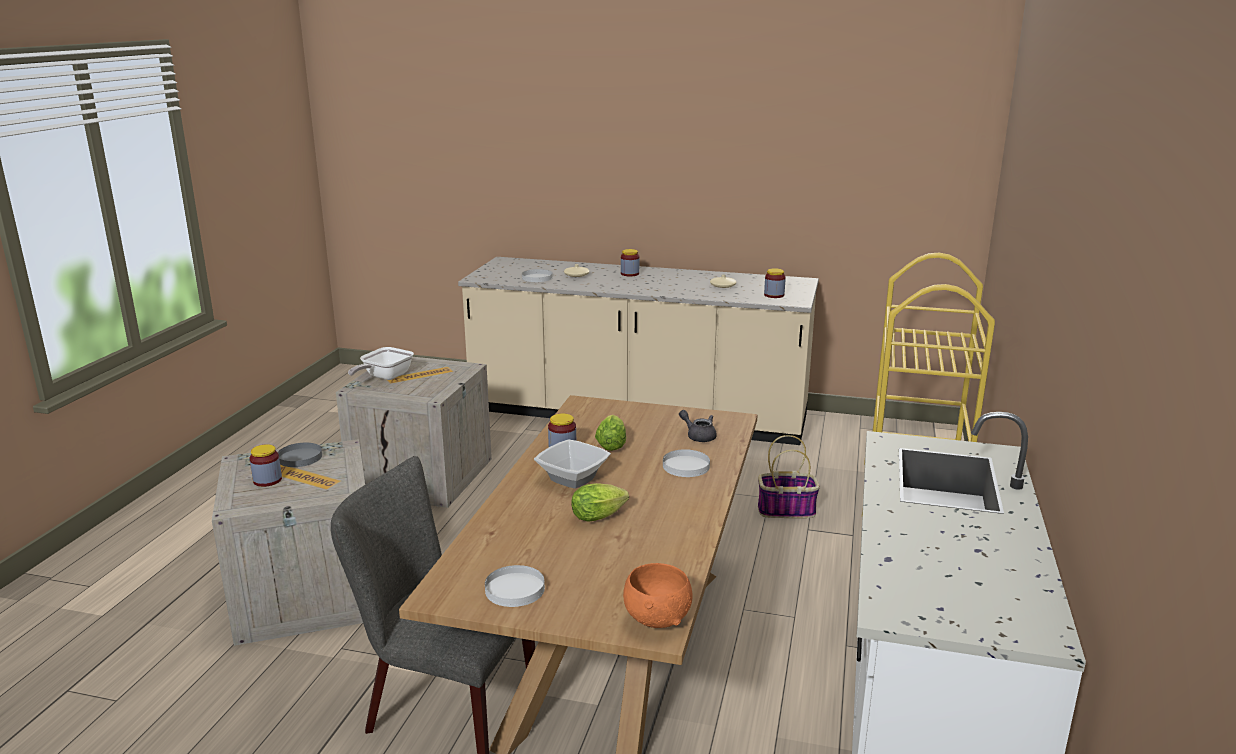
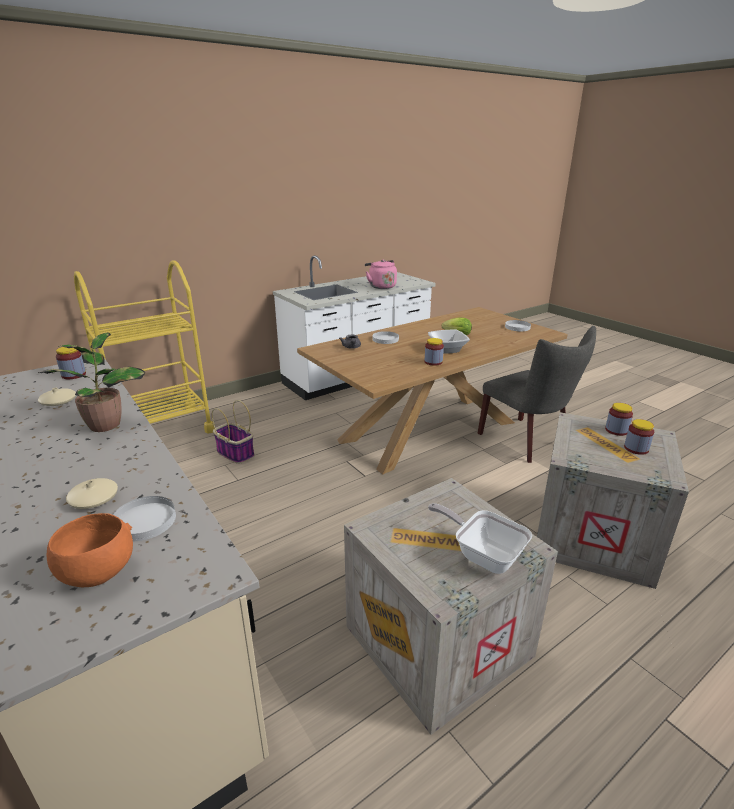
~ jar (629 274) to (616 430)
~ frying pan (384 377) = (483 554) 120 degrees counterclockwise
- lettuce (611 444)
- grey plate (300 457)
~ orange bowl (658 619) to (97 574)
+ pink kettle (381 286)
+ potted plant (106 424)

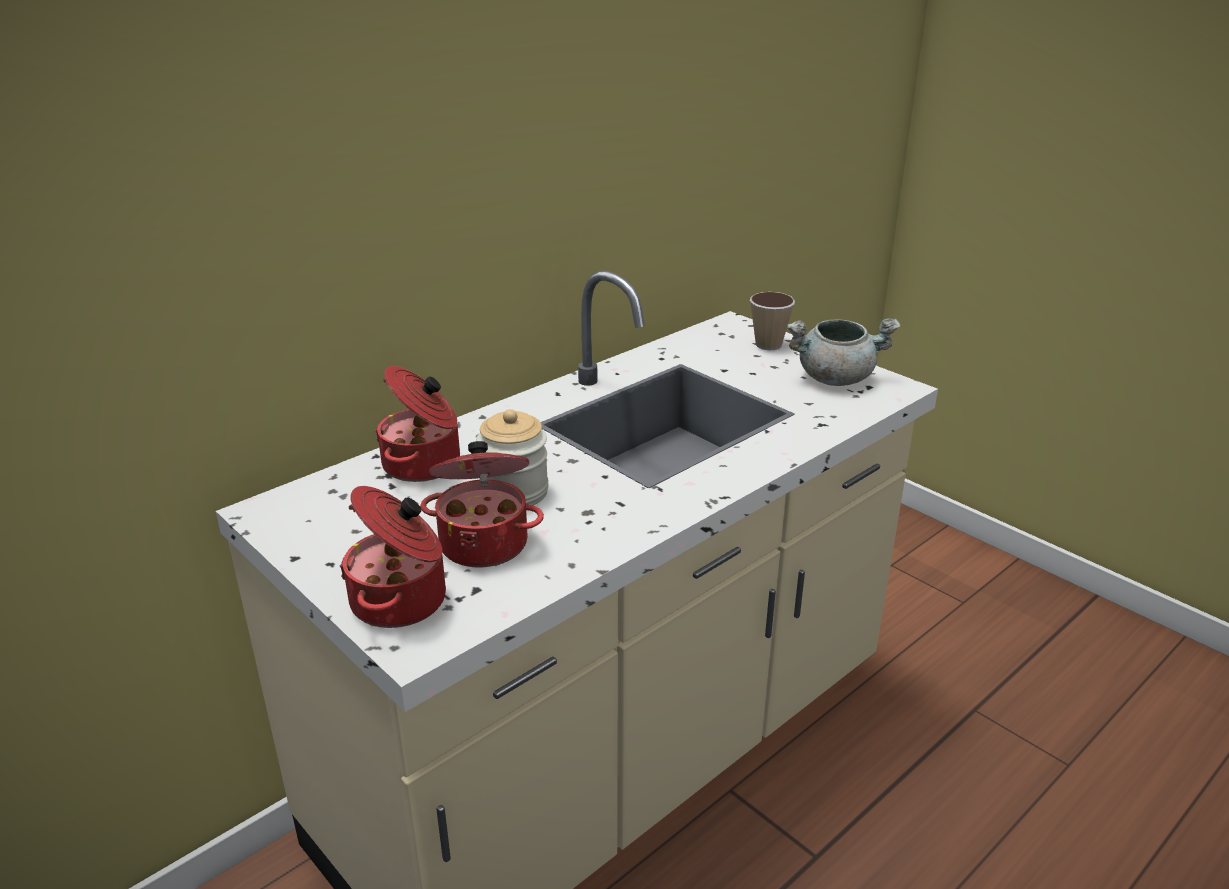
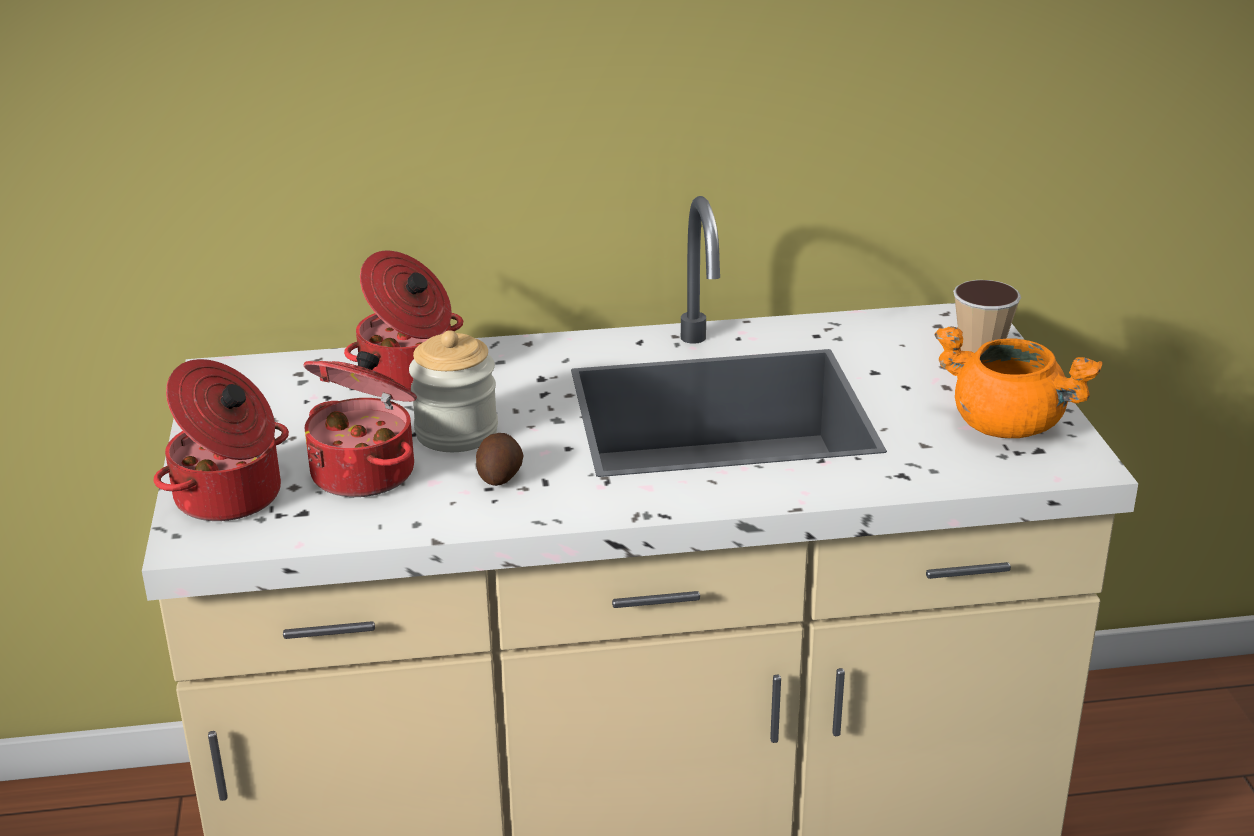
~ grey cooking pot (835 378) to orange cooking pot (1008 425)
+ potato (500 474)

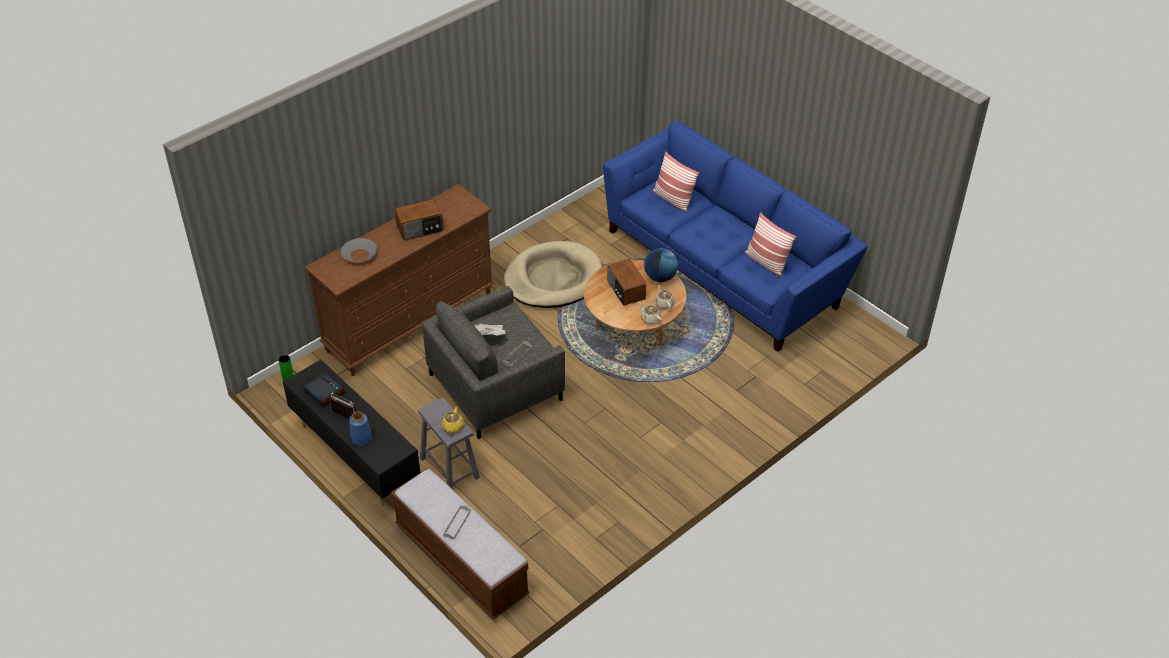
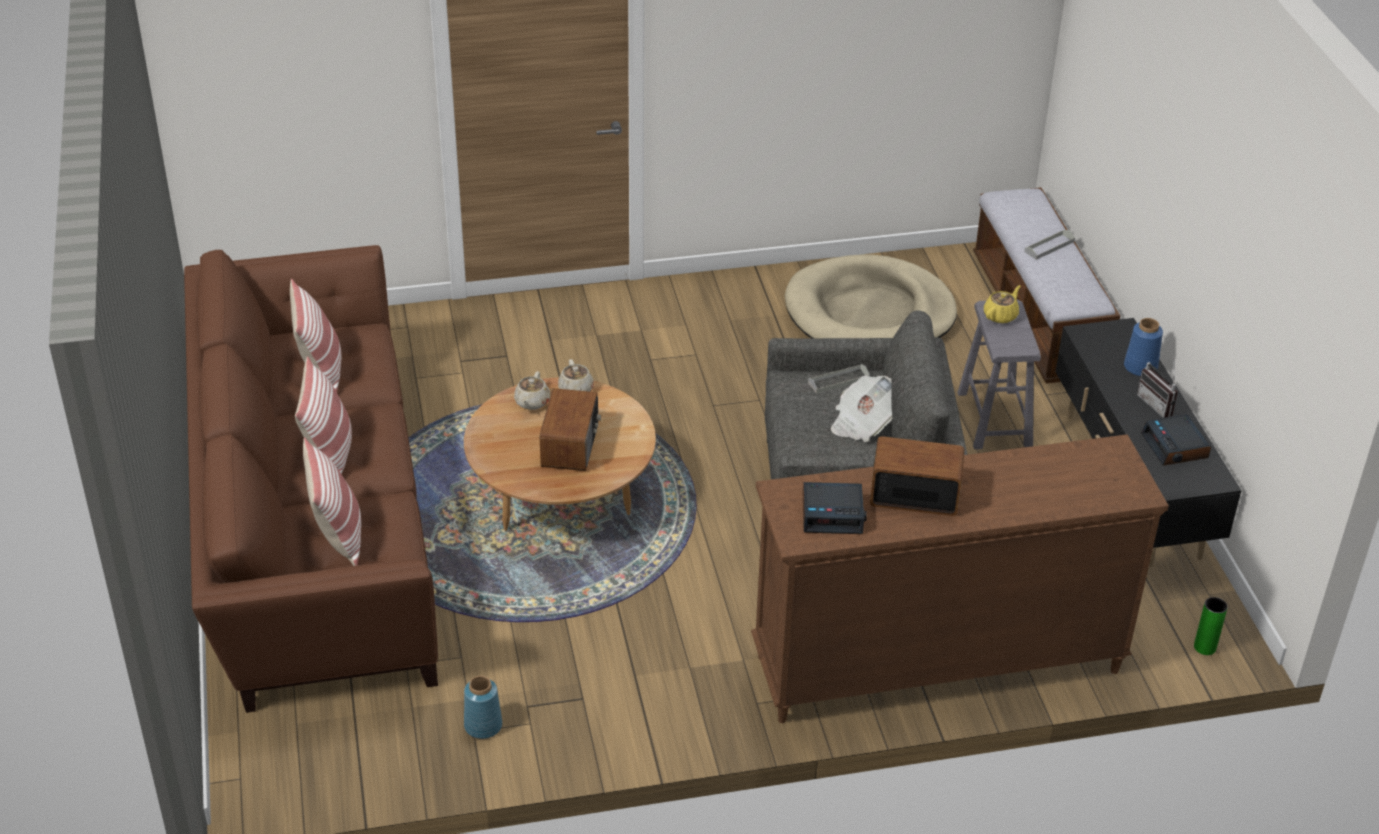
~ blue sofa (725 266) to brown sofa (313 530)
- grey bowl (359 255)
~ beige dog bed (553 279) to (869 313)
- globe (660 277)
+ pillow (330 454)
+ alarm clock (833 514)
+ blue vase (482 726)

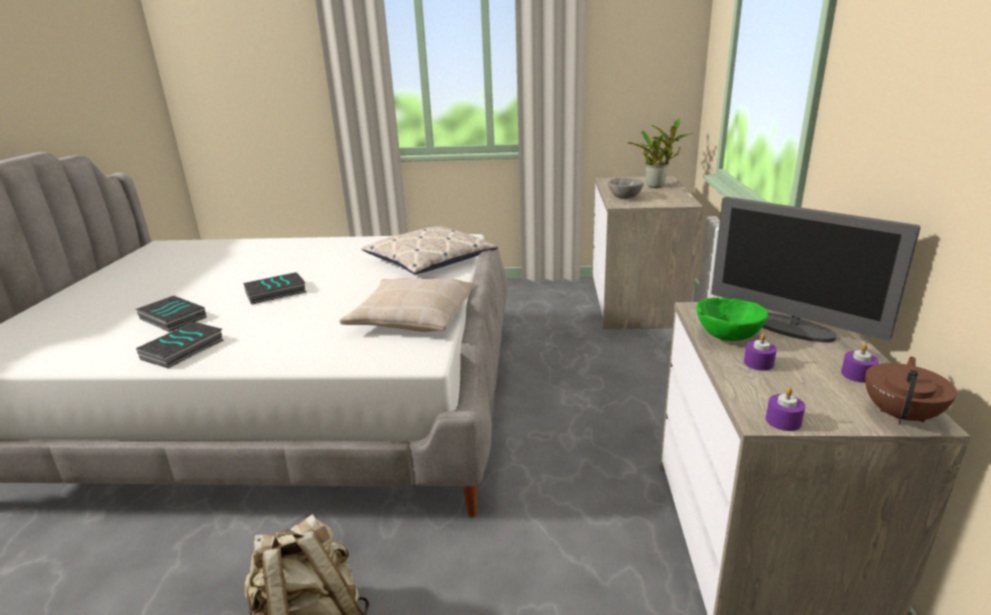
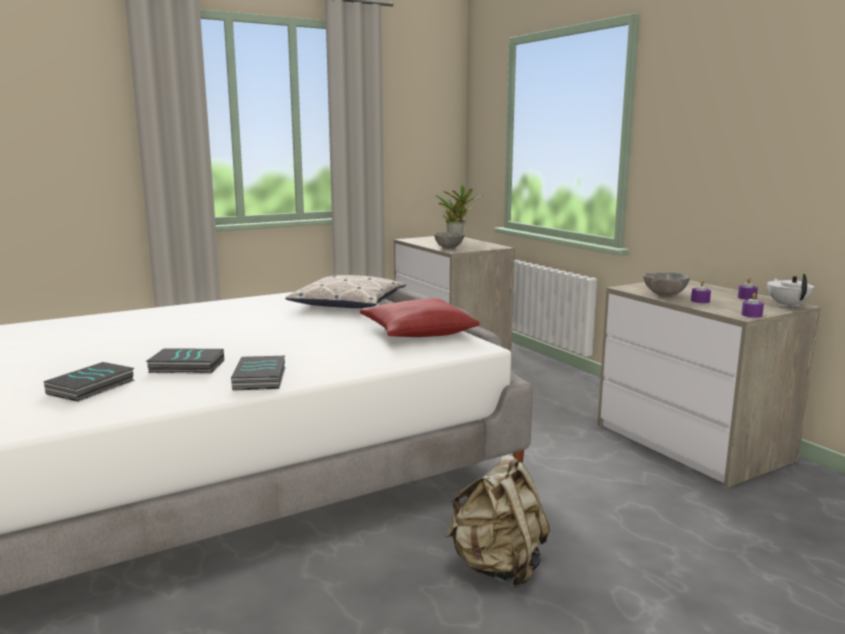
- monitor (791 328)
~ book (275 293) to (91 387)
~ beige pillow (412 317) to red pillow (417 331)
~ green bowl (727 336) to grey bowl (664 295)
~ brown teapot (901 415) to white teapot (787 305)

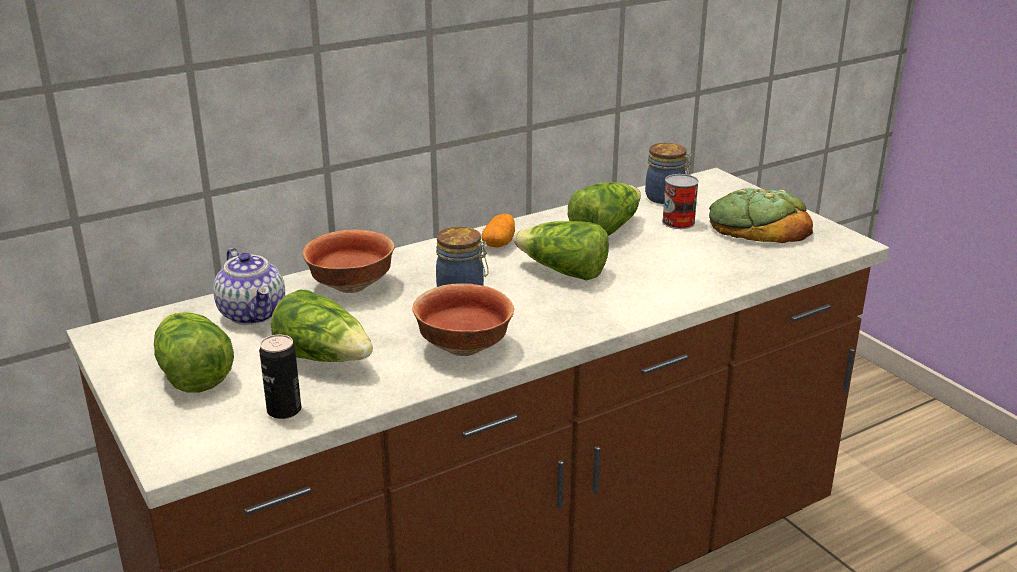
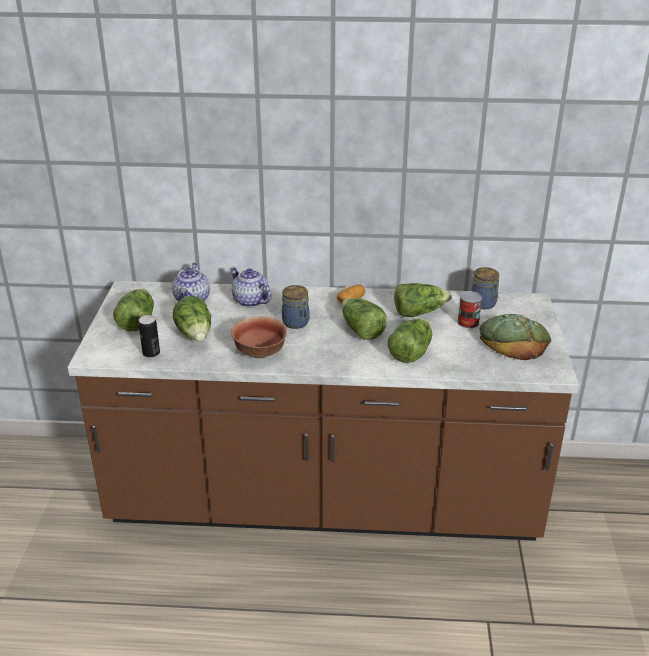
~ bowl (351 286) to teapot (250 301)
+ lettuce (410 352)

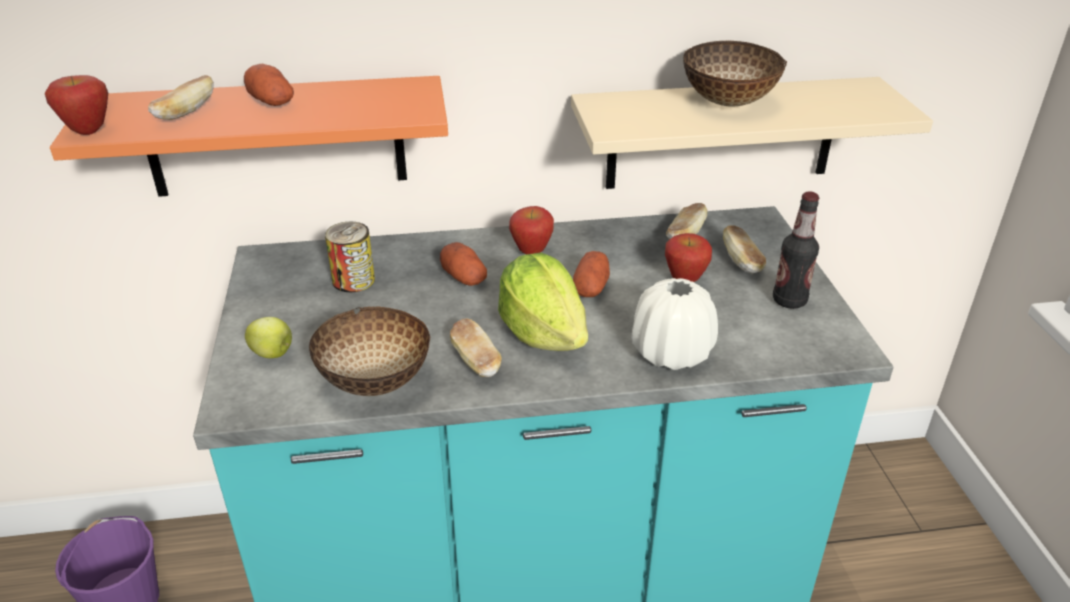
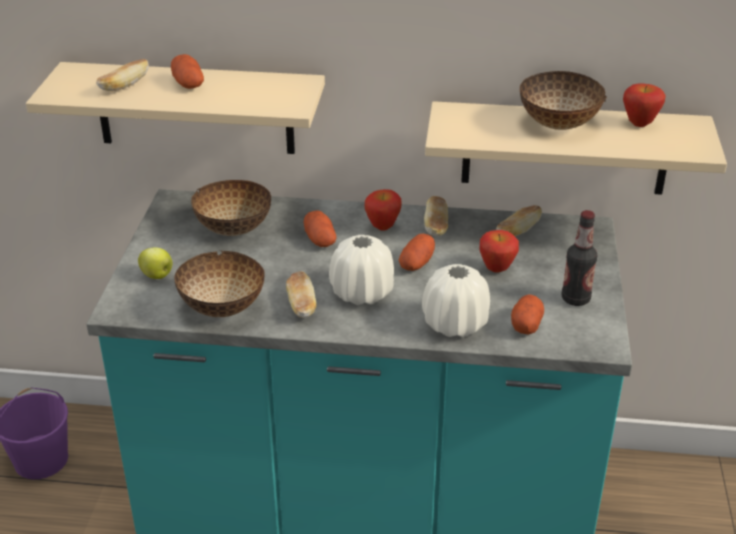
~ apple (88 131) to (639 124)
~ orange shelf (276 137) to beige shelf (195 108)
~ can (353 280) to bowl (235 229)
~ bread (741 261) to (436 226)
~ lettuce (543 333) to white vase (362 293)
+ potato (526 324)

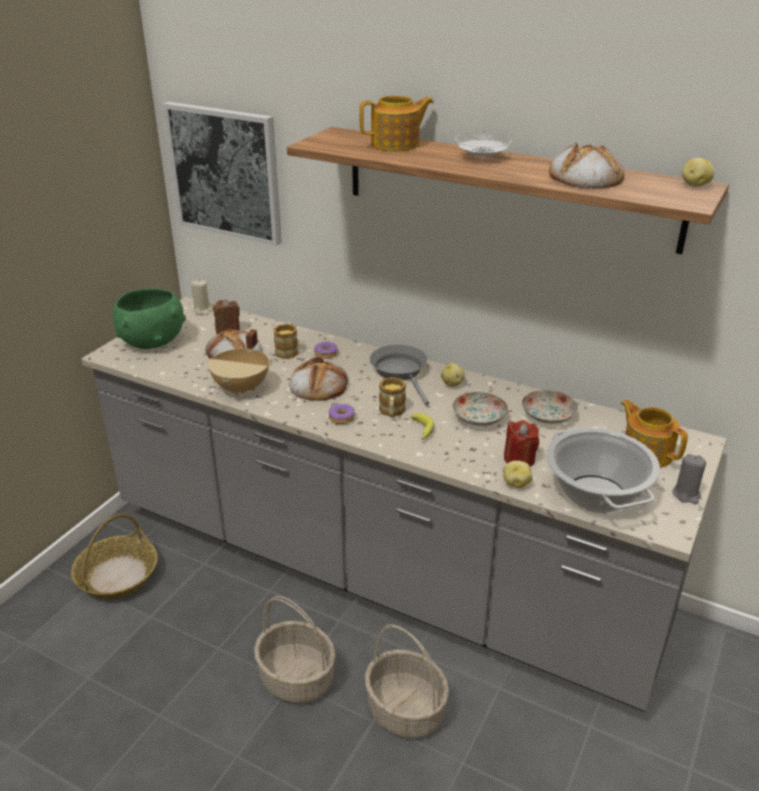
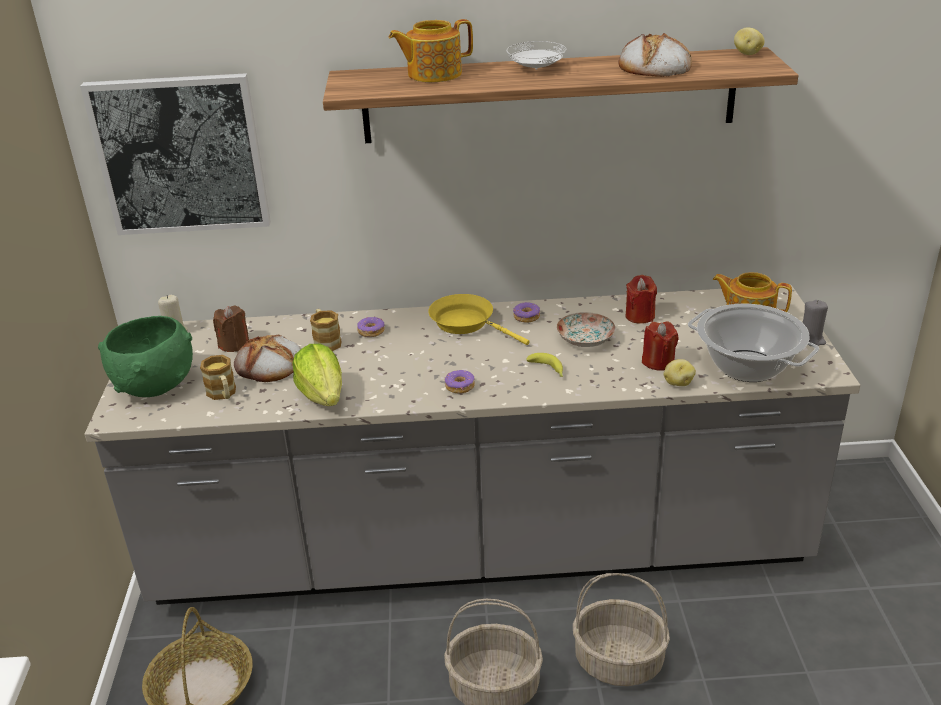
~ teapot (396 144) = (433 74) 150 degrees counterclockwise
~ beige cooking pot (242 388) to lettuce (323 396)
~ grey frying pan (401 372) to yellow frying pan (467 323)
- bread (318 385)
~ potato (452 383) to donut (526 317)
~ mug (392 412) to (223 394)
~ plate (547 416) to red candle (640 316)

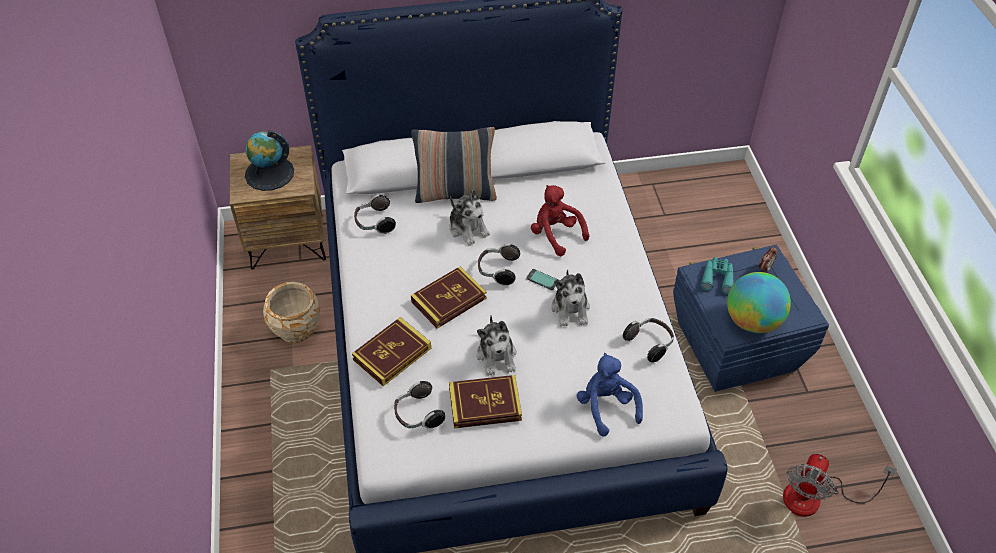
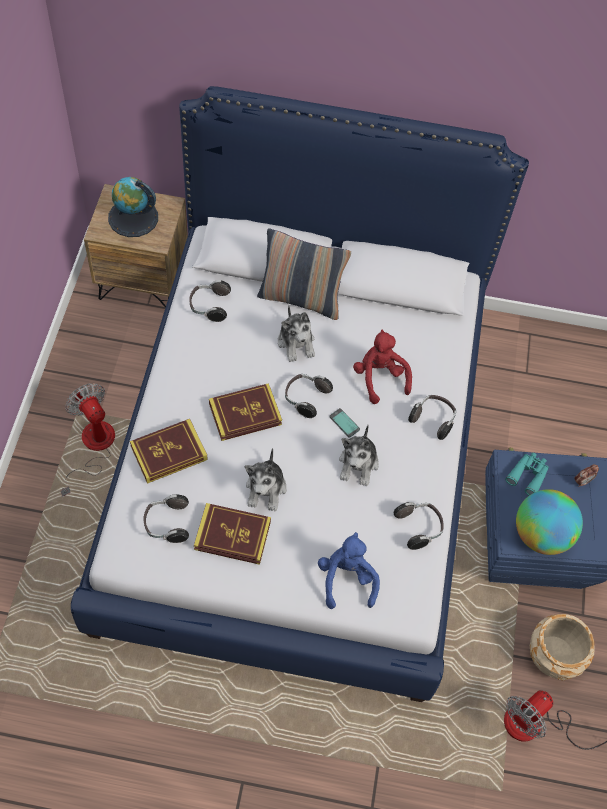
~ beige planter (296 328) to (552 656)
+ fan (93 447)
+ headphones (433 420)

